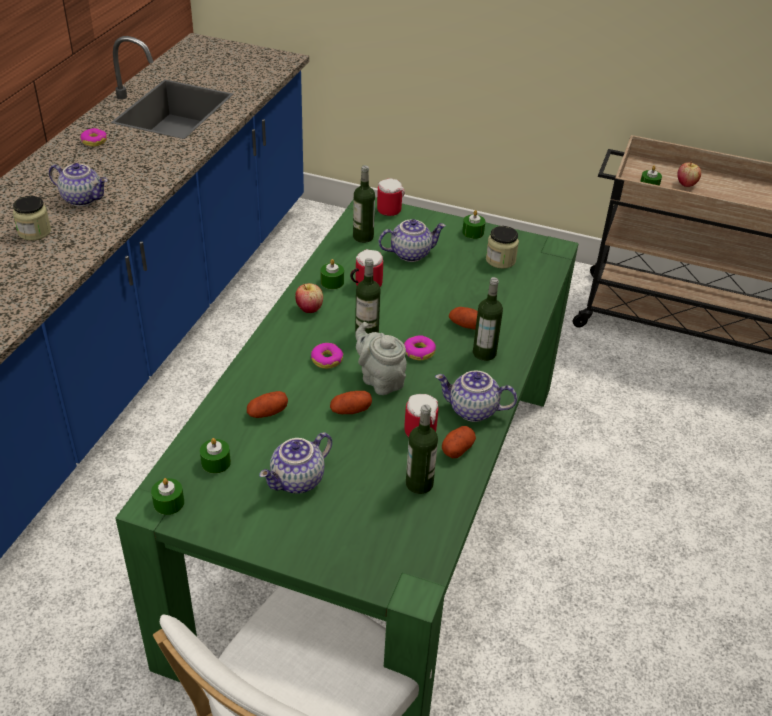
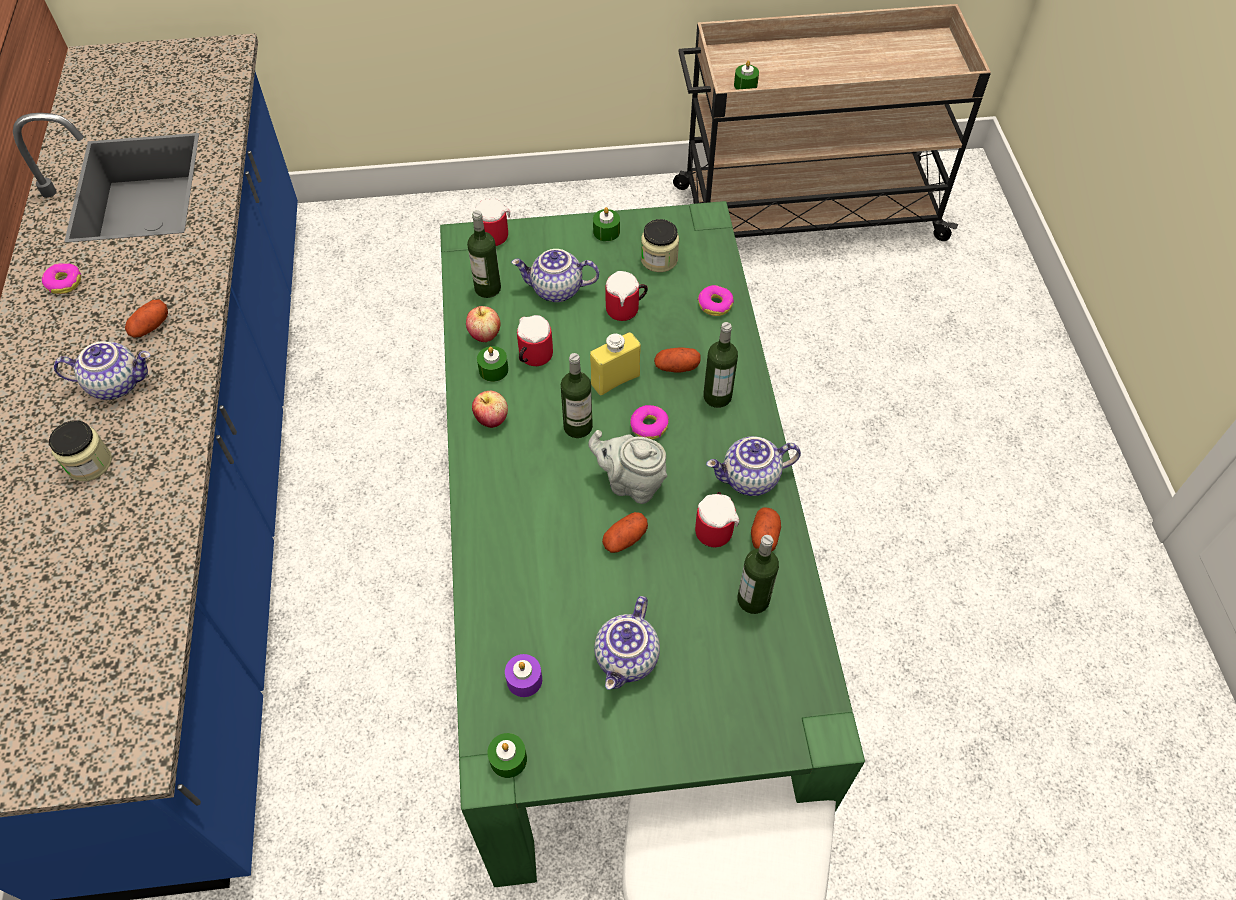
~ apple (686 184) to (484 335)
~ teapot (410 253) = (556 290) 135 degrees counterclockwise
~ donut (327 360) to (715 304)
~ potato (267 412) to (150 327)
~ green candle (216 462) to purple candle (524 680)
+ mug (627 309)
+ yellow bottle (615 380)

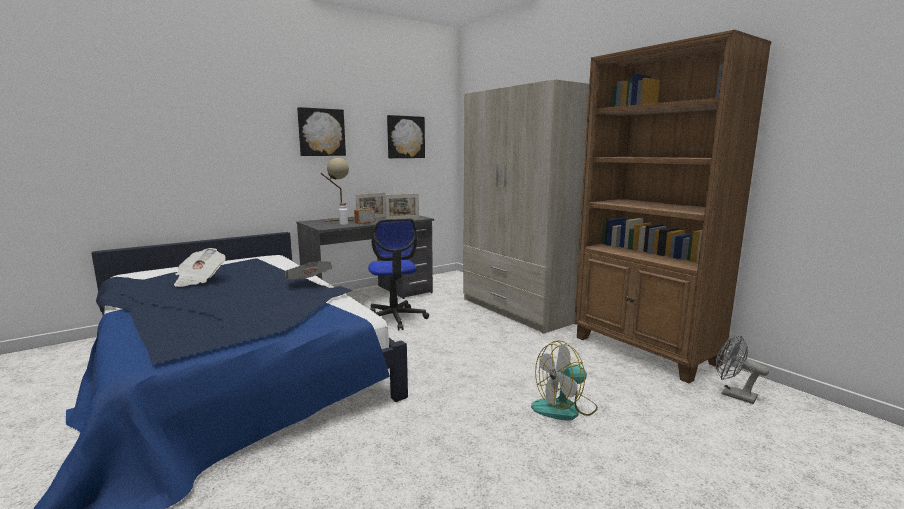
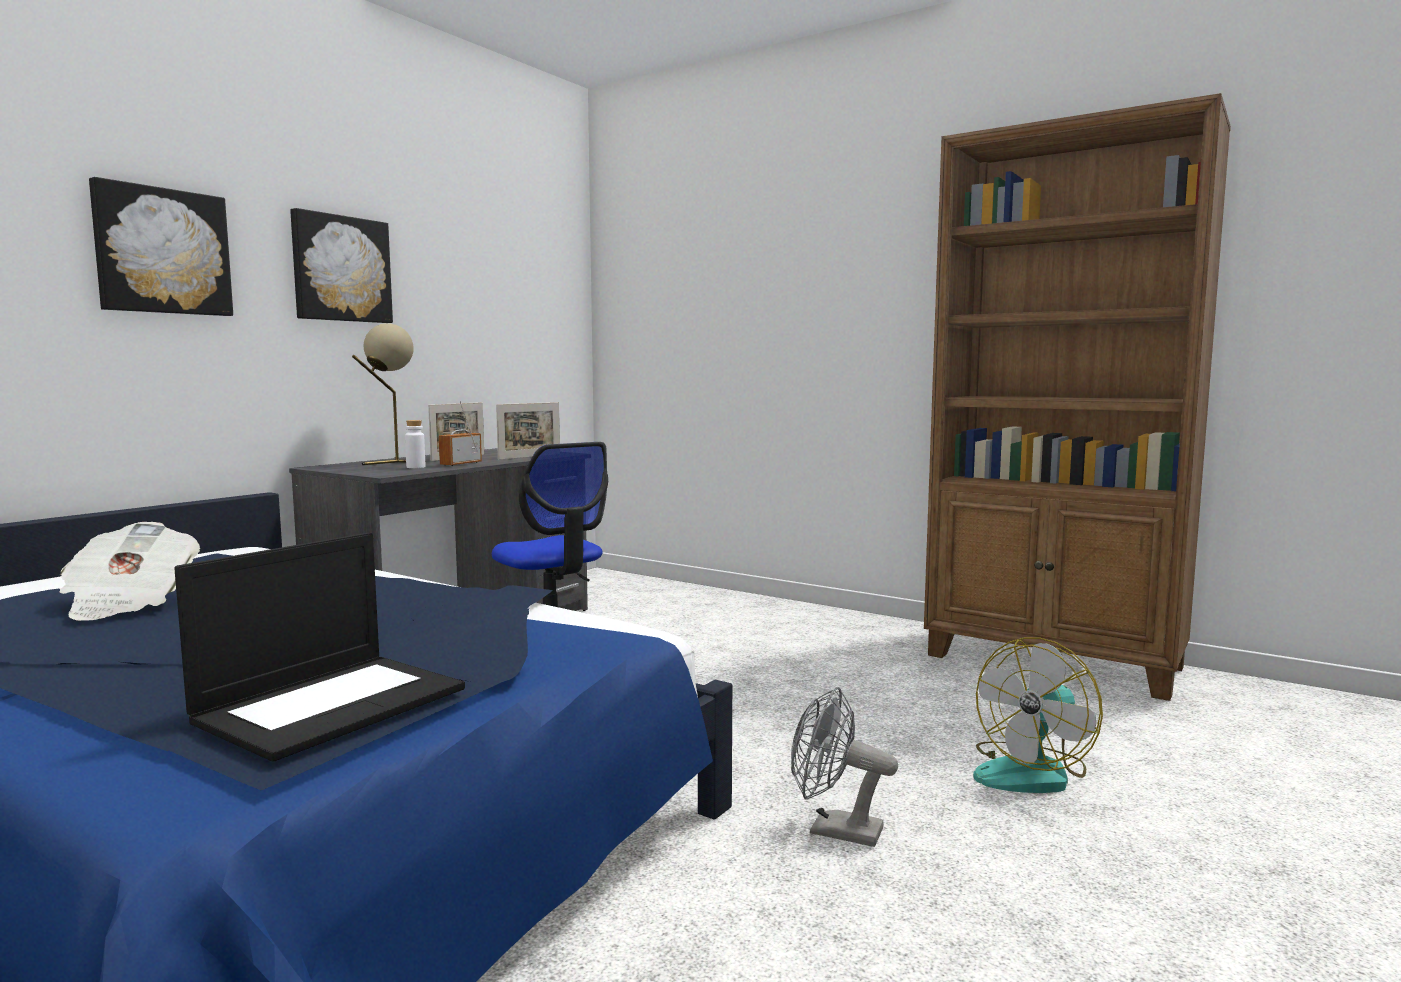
- beige wardrobe (522 309)
~ picture (405 137) to (162 251)
- newspaper (309 283)
~ grey fan (733 394) to (834 830)
+ laptop (332 703)

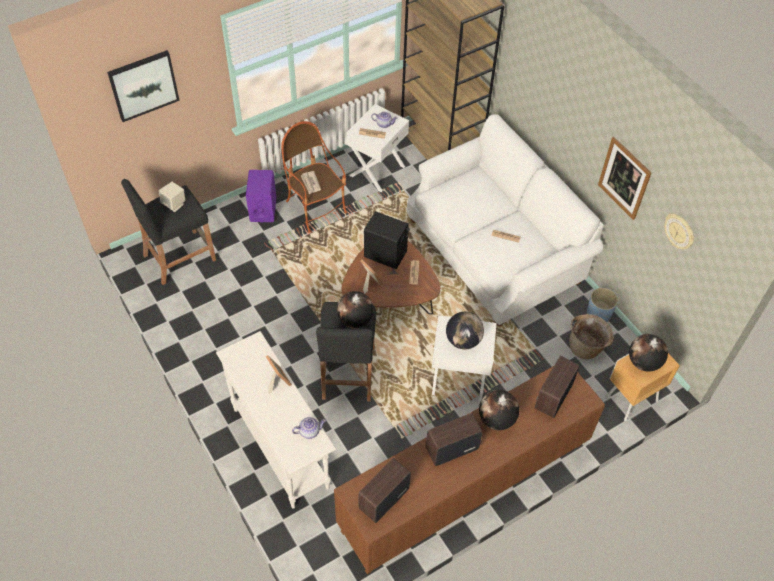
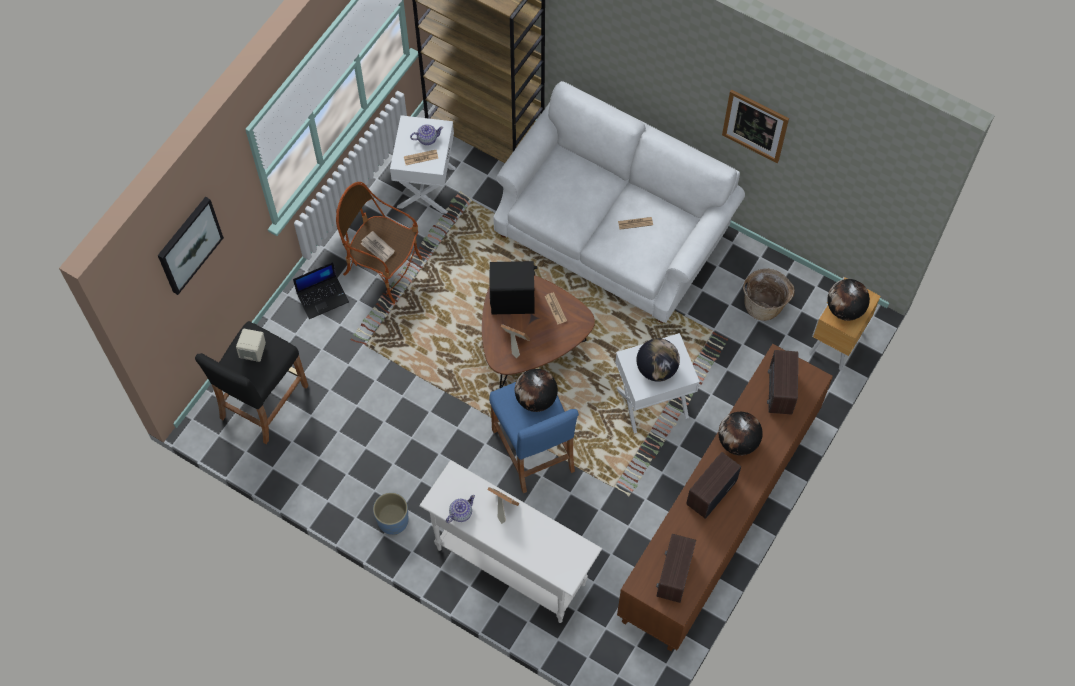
~ purple speaker (263 209) to laptop (323 297)
- wall clock (679 231)
~ blue planter (598 314) to (393 520)
~ black stool (348 372) to blue stool (533 450)
~ teapot (309 431) to (460 513)

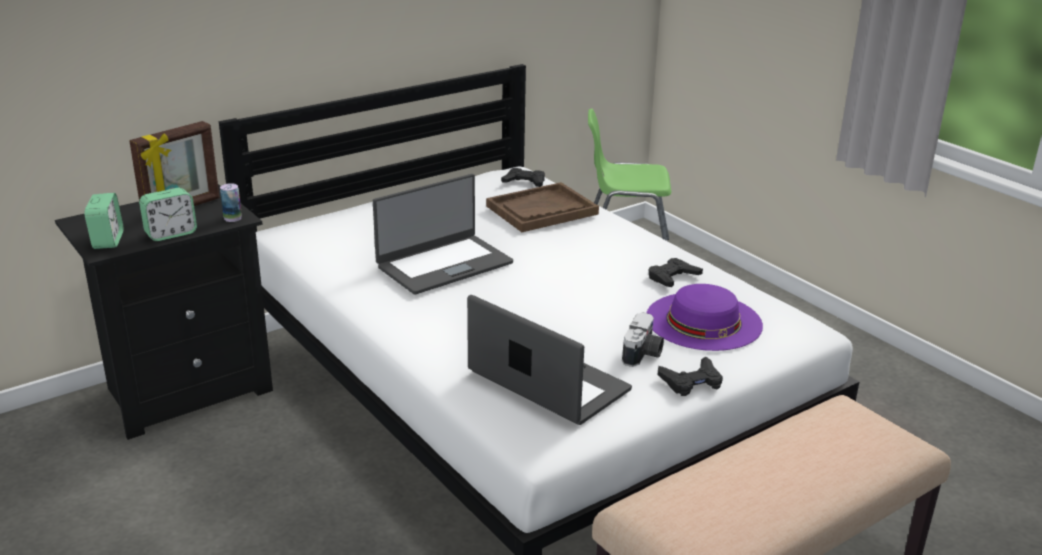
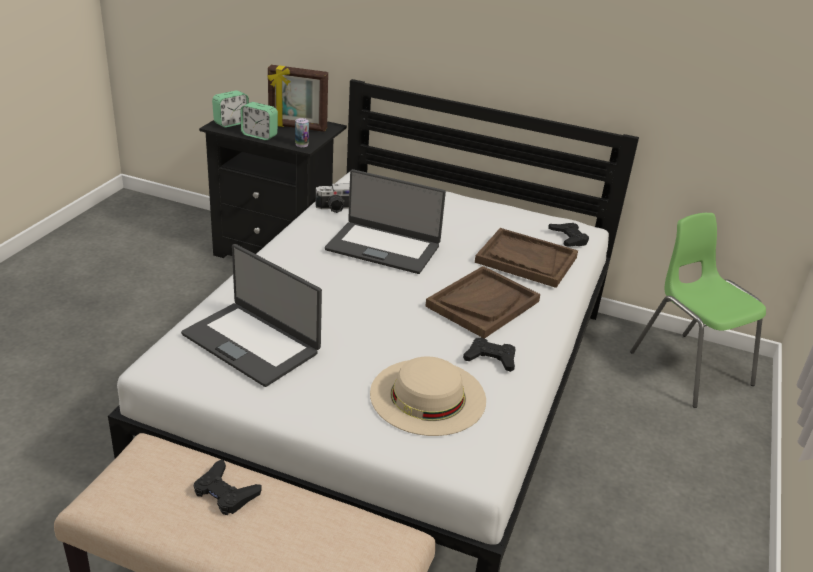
~ purple hat (704 321) to beige hat (428 396)
~ laptop (547 382) = (252 343) 120 degrees clockwise
~ photo camera (643 354) to (334 208)
~ black game controller (691 382) to (225 493)
+ brown tray (482 304)

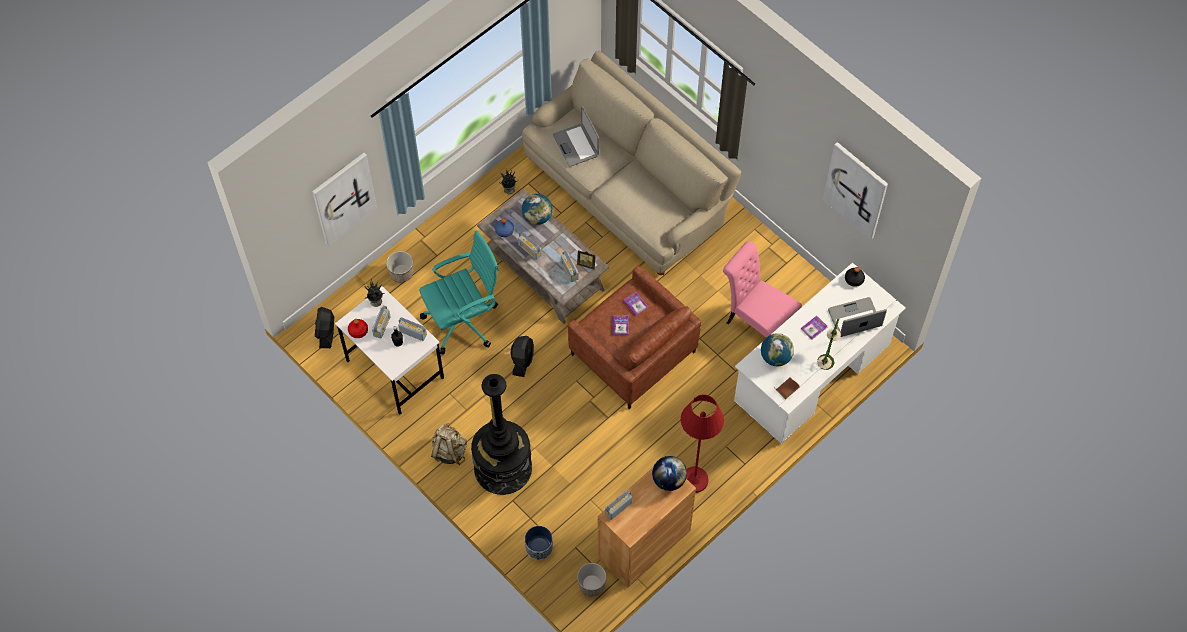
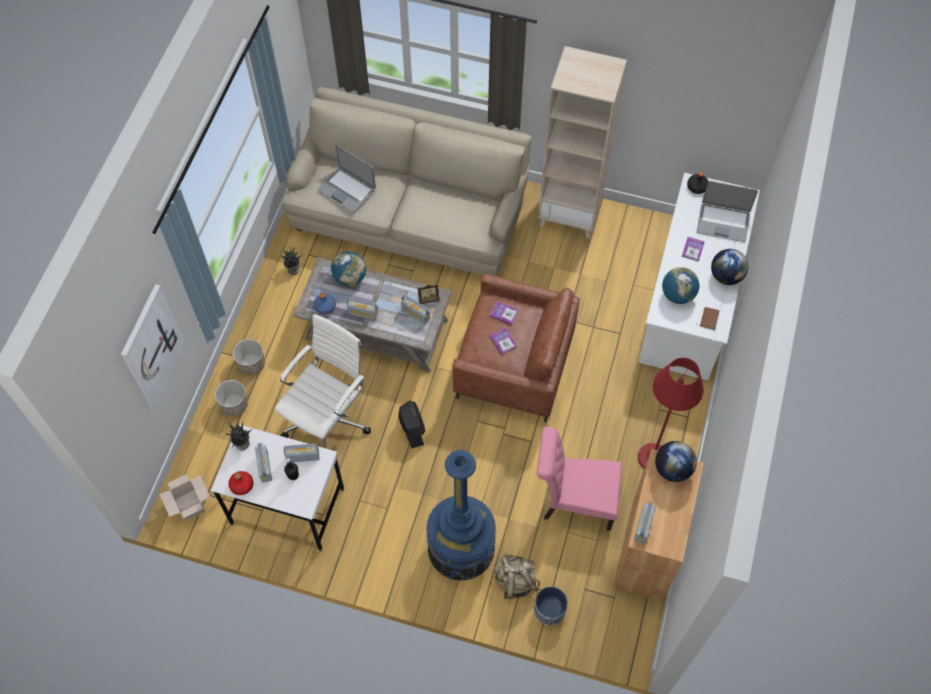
- picture (856 190)
~ turquoise office chair (464 321) to white office chair (328 419)
~ pink chair (756 323) to (573 502)
~ laptop (854 318) = (723 222) 120 degrees counterclockwise
~ black fan (326 332) to cardboard box (191 505)
~ table lamp (825 362) to globe (726 276)
~ black floor lamp (503 467) to blue floor lamp (461 547)
~ beige backpack (449 451) to (515 581)
~ planter (591 584) to (251 364)
+ beige bookcase (570 215)

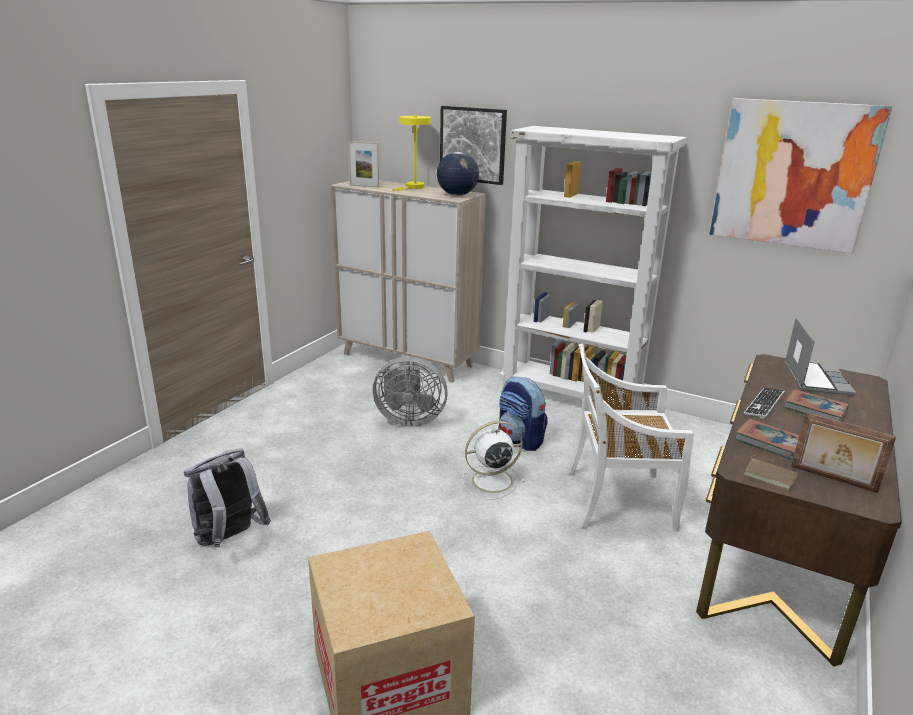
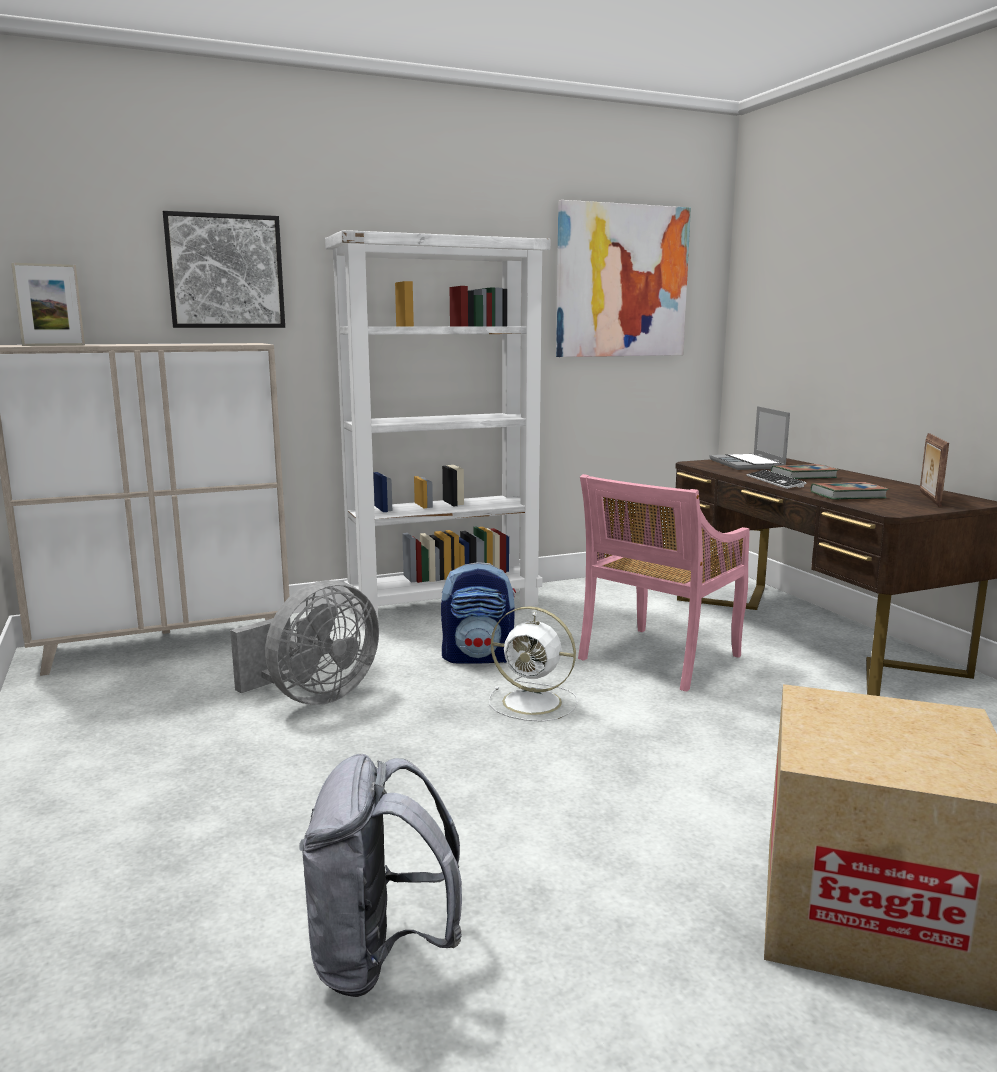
- yellow table lamp (413 187)
- globe (457 195)
~ laptop (815 379) = (748 464) 150 degrees counterclockwise
~ white chair (617 500) to pink chair (658 659)
~ picture frame (833 479) = (928 499) 120 degrees clockwise
~ white fan (490 481) = (534 702) 90 degrees counterclockwise
- brown book (771 475)

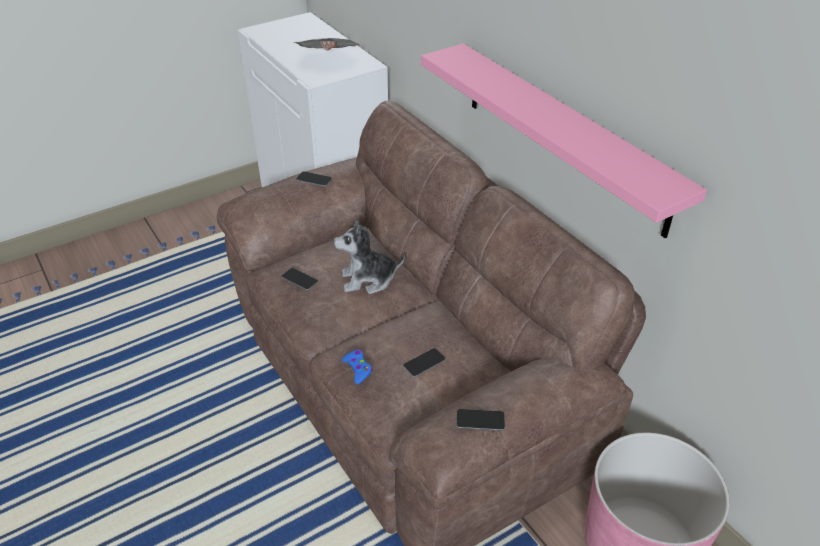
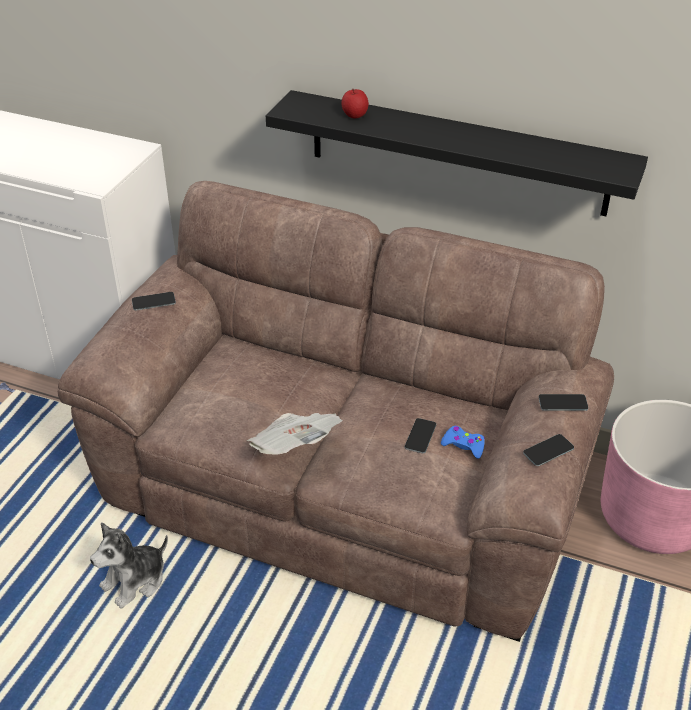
~ newspaper (329 61) to (294 448)
~ pink shelf (562 135) to black shelf (457 153)
~ plush toy (368 280) to (135 581)
~ phone (299 279) to (563 403)
~ blue game controller (358 369) to (463 445)
+ apple (355 115)

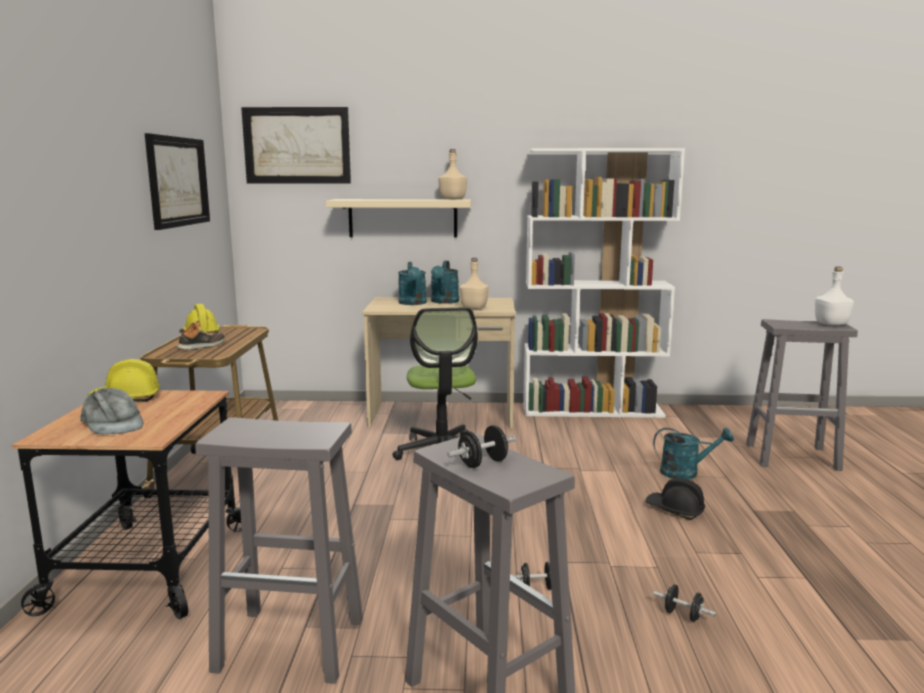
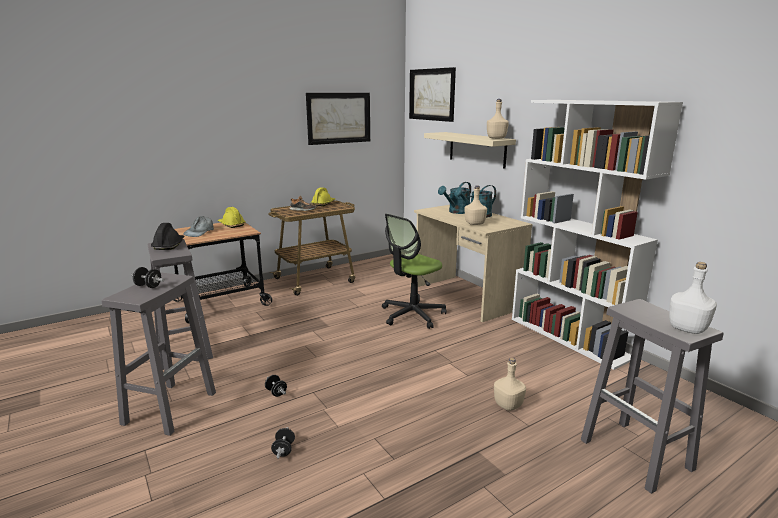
~ turquoise watering can (686 472) to beige bottle (508 405)
~ black hard hat (675 510) to (169 245)

